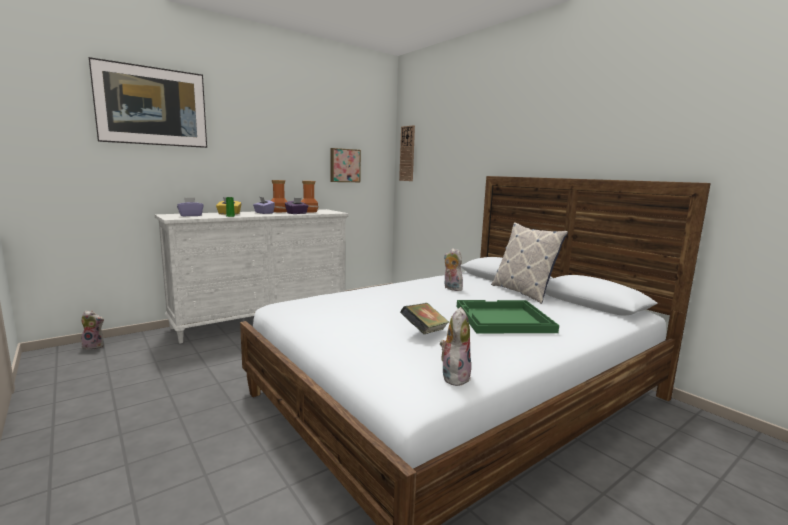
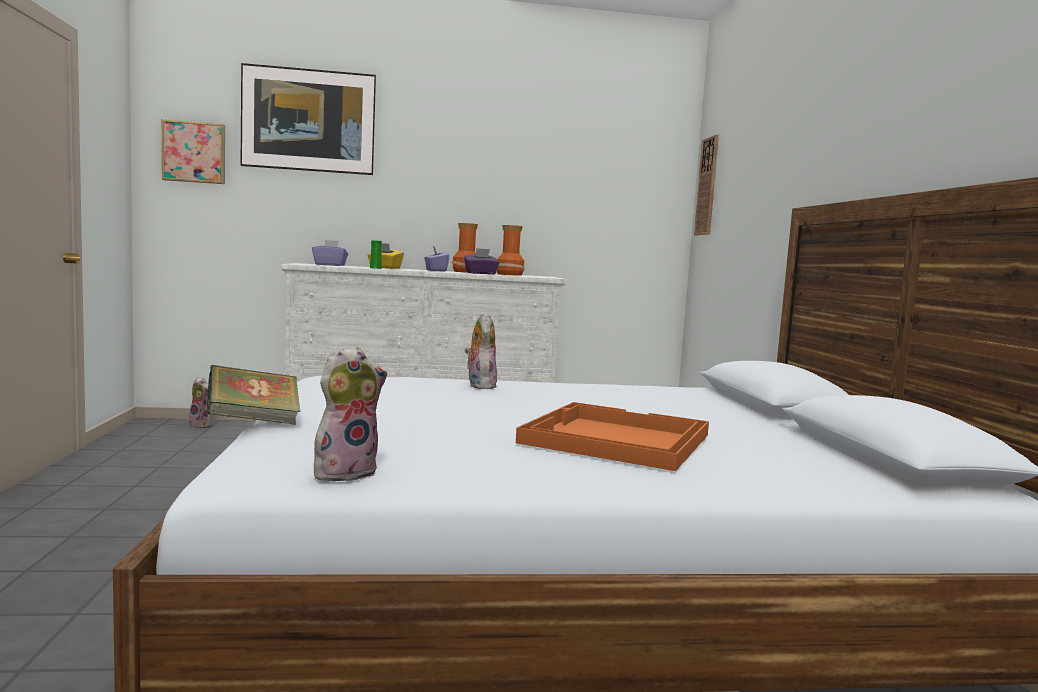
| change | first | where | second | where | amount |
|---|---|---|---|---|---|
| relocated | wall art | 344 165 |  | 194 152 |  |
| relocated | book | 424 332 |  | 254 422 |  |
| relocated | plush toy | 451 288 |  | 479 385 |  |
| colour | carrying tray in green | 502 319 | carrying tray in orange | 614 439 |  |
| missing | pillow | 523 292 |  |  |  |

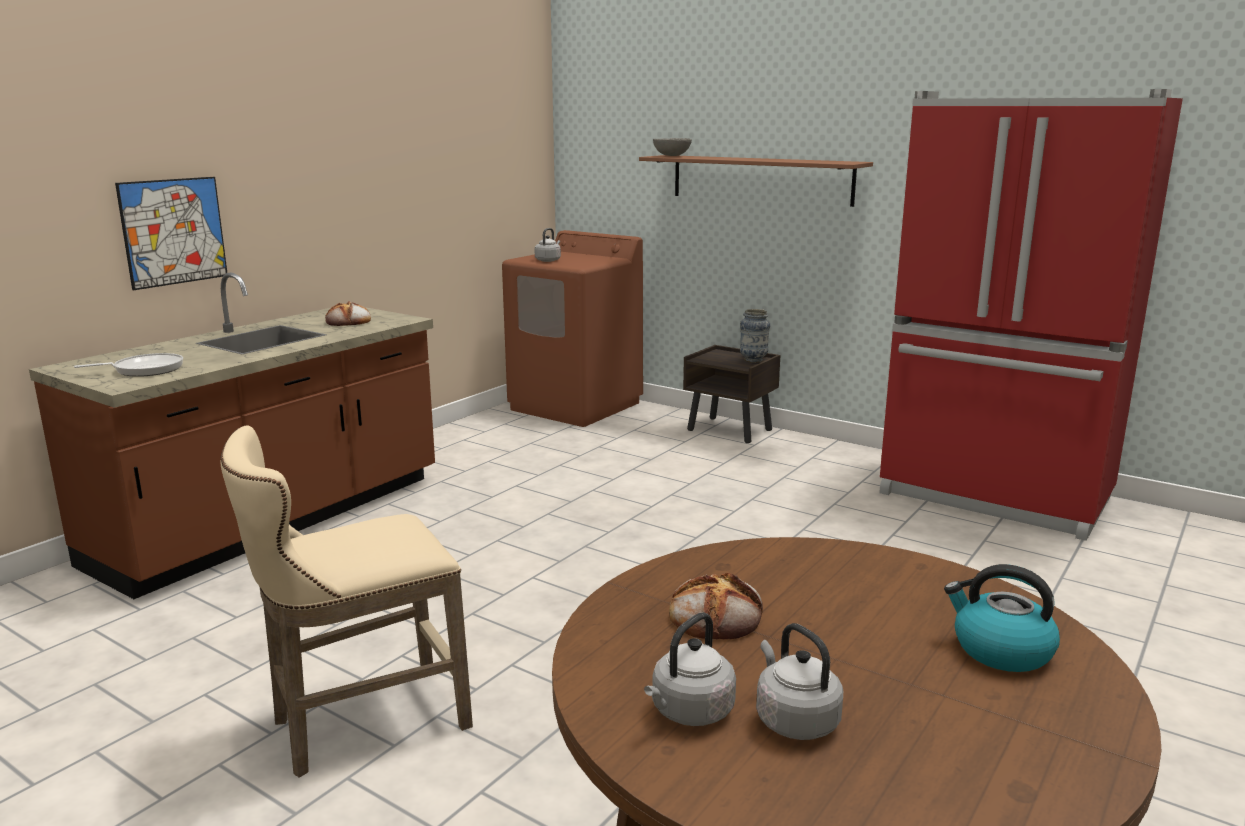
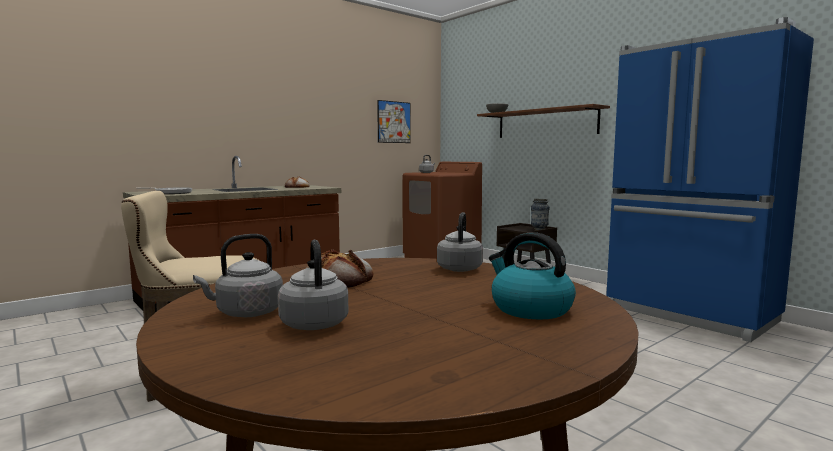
| change | first | where | second | where | amount |
|---|---|---|---|---|---|
| relocated | wall art | 173 231 |  | 394 122 |  |
| colour | fridge in red | 994 497 | fridge in blue-coloured | 689 315 |  |
| appeared |  |  | tea kettle in greyish | 460 268 |  |

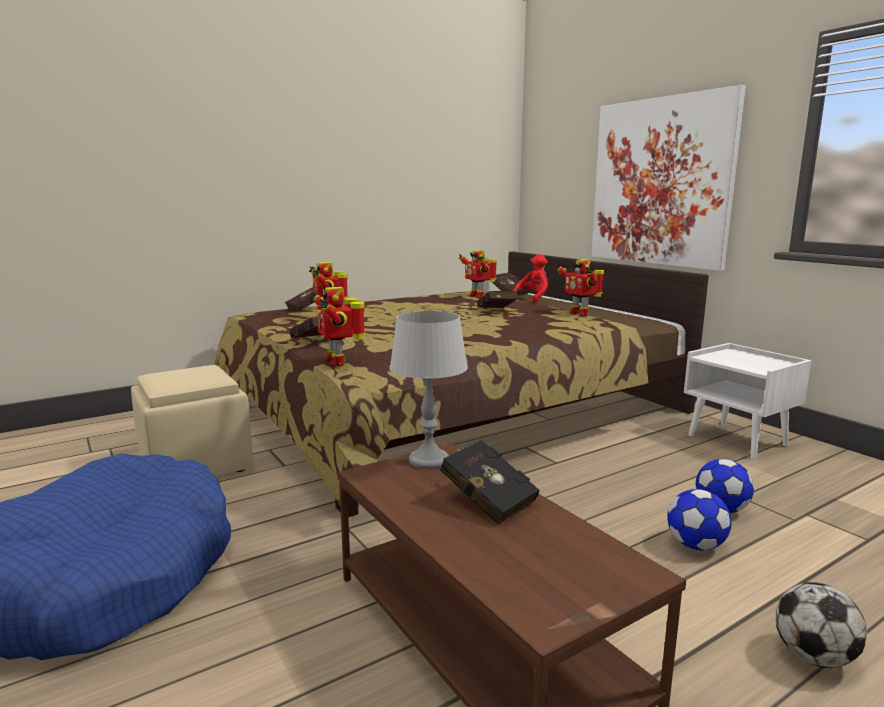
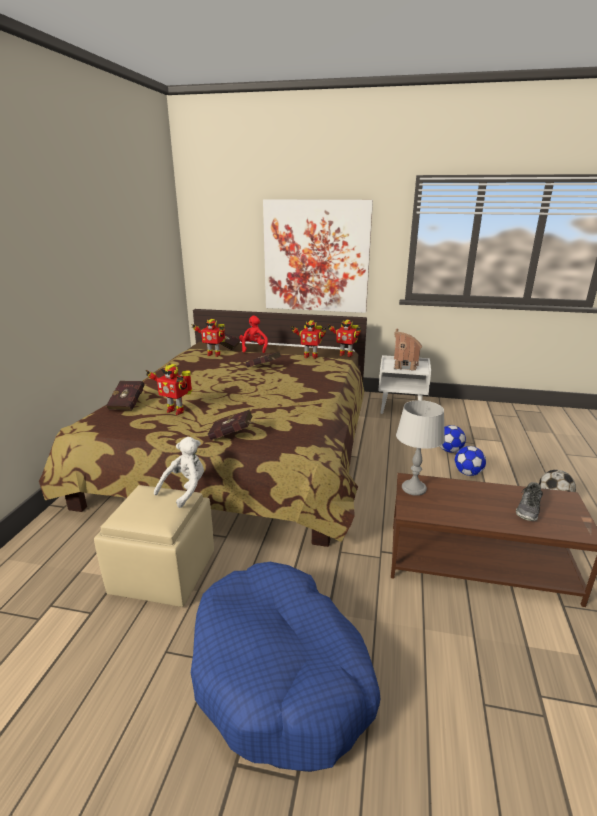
| change | first | where | second | where | amount |
|---|---|---|---|---|---|
| relocated | model robot | 337 362 |  | 345 354 |  |
| missing | book in blackish | 486 499 |  |  |  |
| appeared |  |  | plush toy in whitish | 185 489 |  |
| appeared |  |  | toy house | 405 366 |  |
| appeared |  |  | shoe | 528 509 |  |

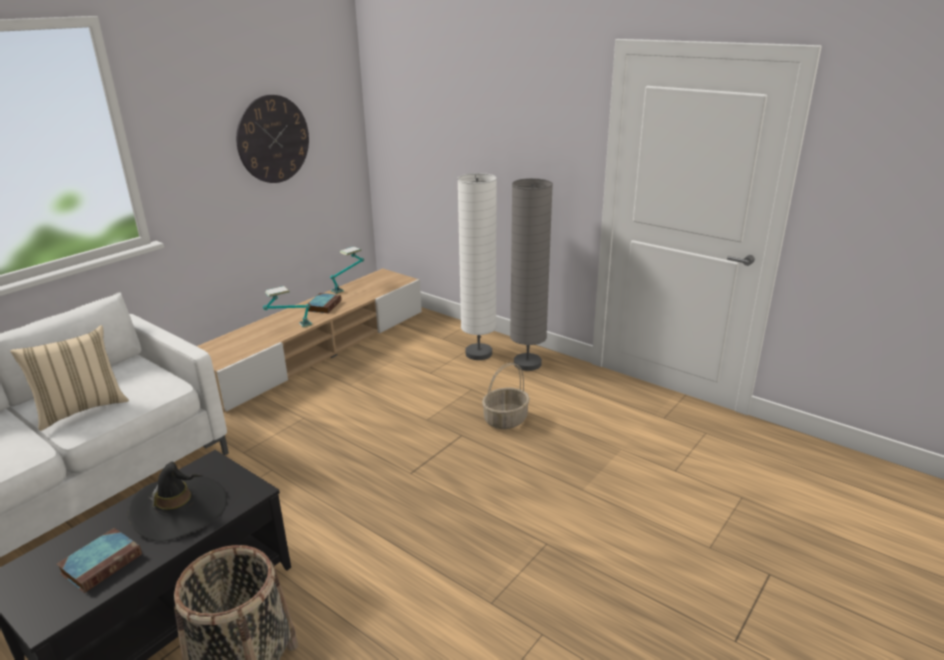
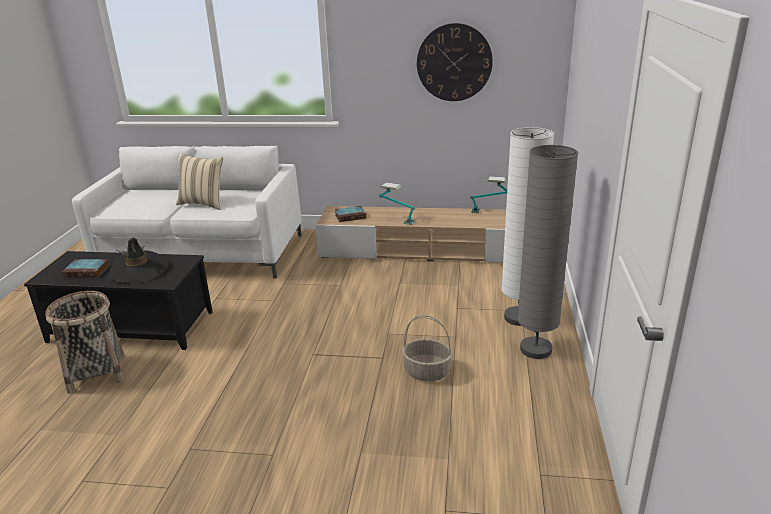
| change | first | where | second | where | amount |
|---|---|---|---|---|---|
| relocated | book | 324 305 |  | 351 216 |  |

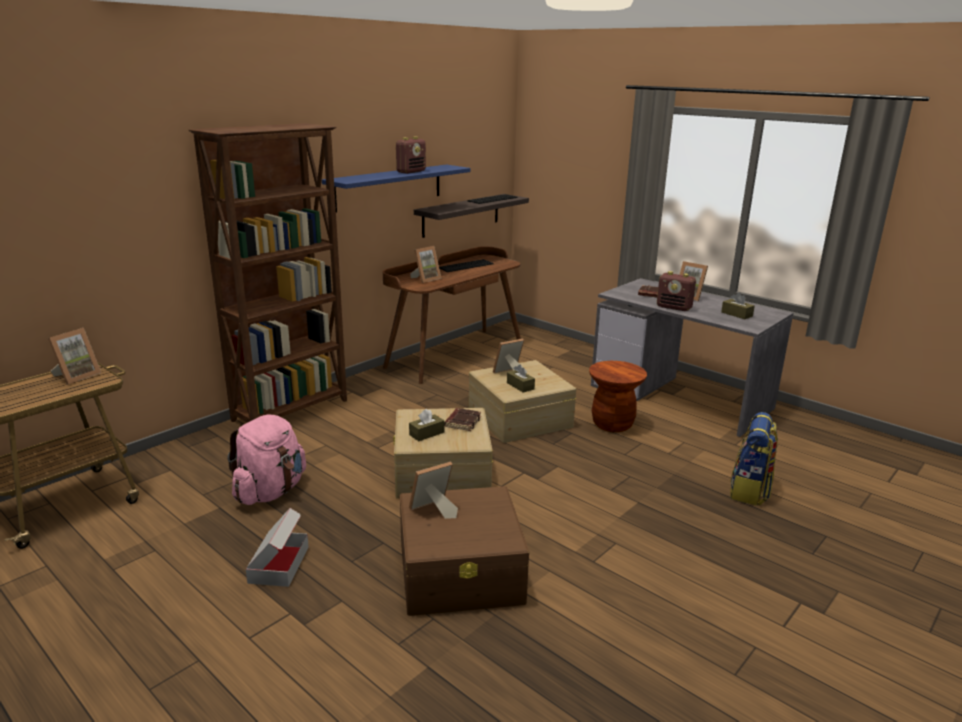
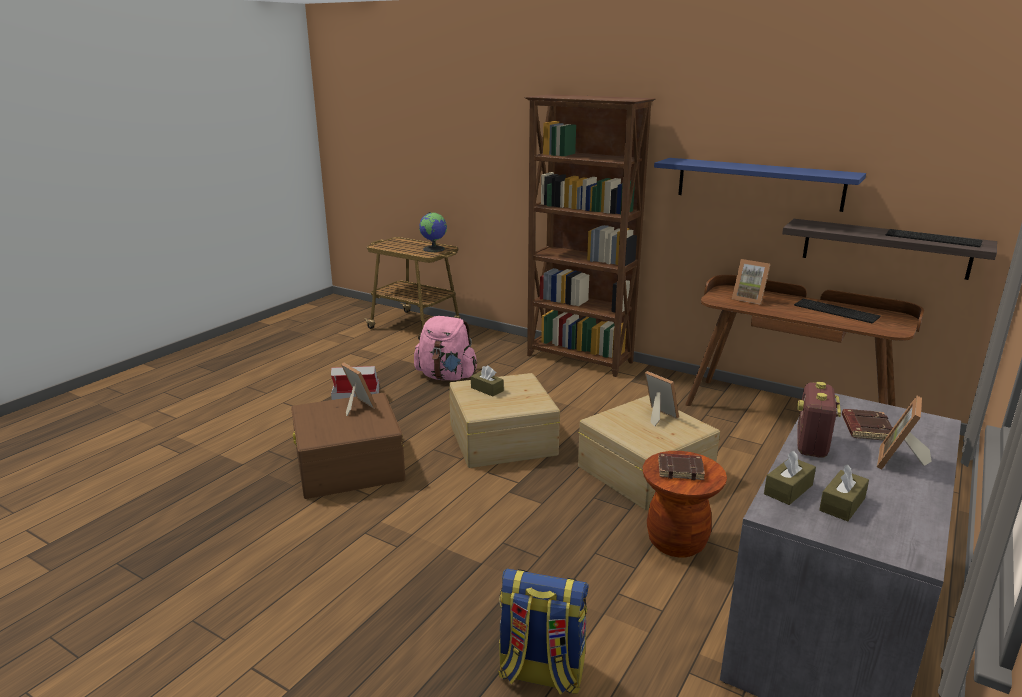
| change | first | where | second | where | amount |
|---|---|---|---|---|---|
| exchanged | photo frame | 76 376 | desk globe | 434 249 |  |
| missing | radio set | 411 172 |  |  |  |
| relocated | book in brown-coloured | 462 422 |  | 680 469 |  |
| relocated | box of tissues in brown-coloured | 520 386 |  | 788 489 |  |

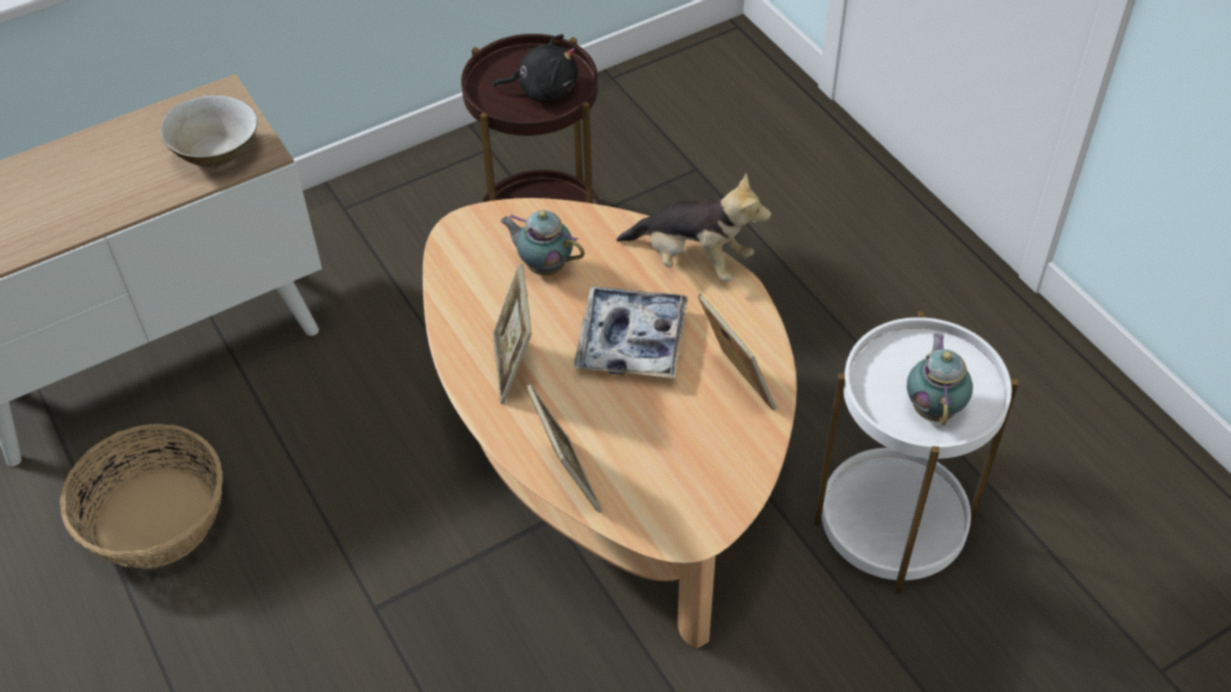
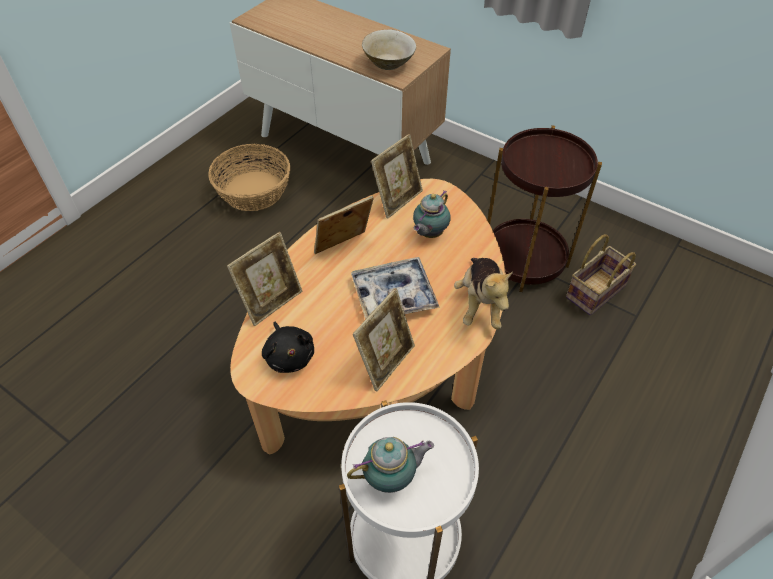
| change | first | where | second | where | amount |
|---|---|---|---|---|---|
| relocated | plush toy in blackish | 543 89 |  | 289 355 |  |
| spun | pot for tea | 544 266 |  | 429 234 | 150 degrees counterclockwise |
| appeared |  |  | photo frame | 397 199 |  |
| appeared |  |  | basket | 595 293 |  |

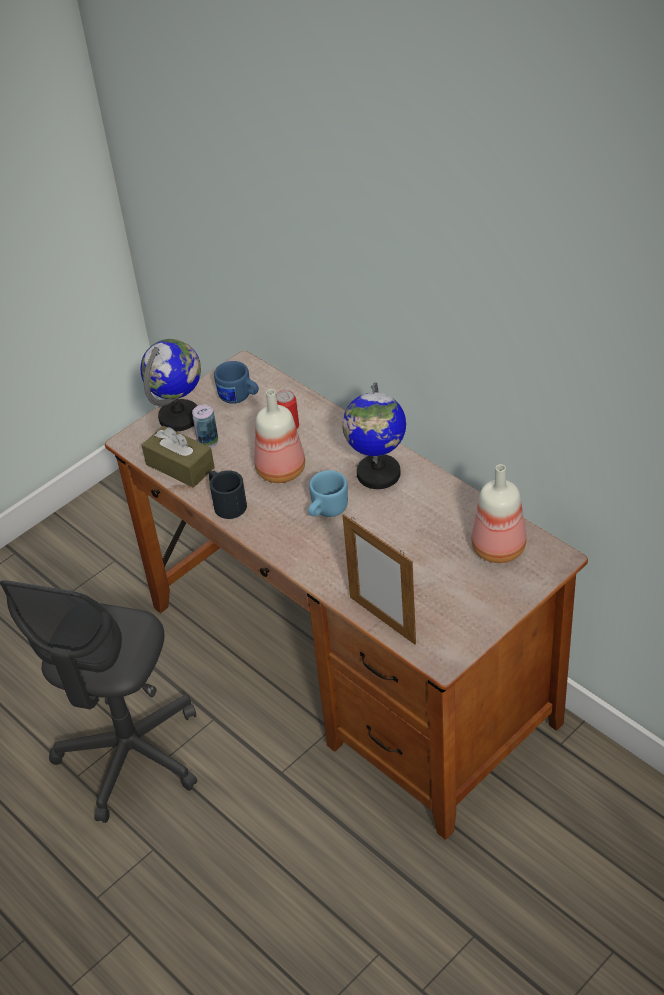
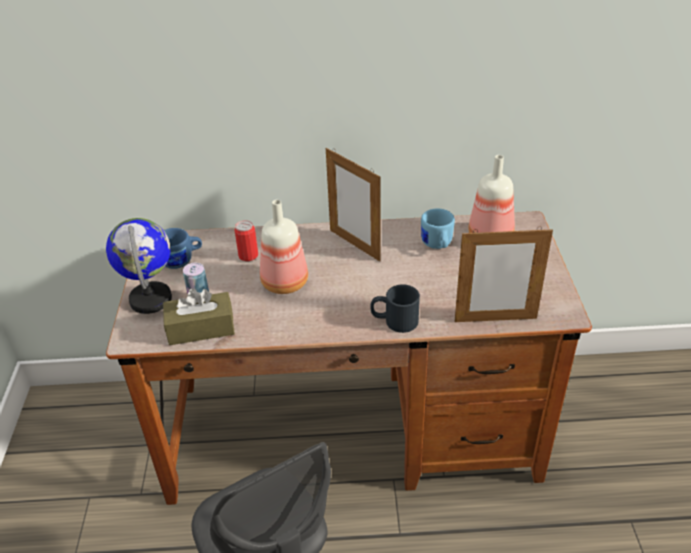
| change | first | where | second | where | amount |
|---|---|---|---|---|---|
| relocated | mug in blackish | 226 503 |  | 394 321 |  |
| relocated | mug in blue-coloured | 326 511 |  | 437 245 |  |
| exchanged | desk globe | 378 474 | photo frame | 354 245 |  |

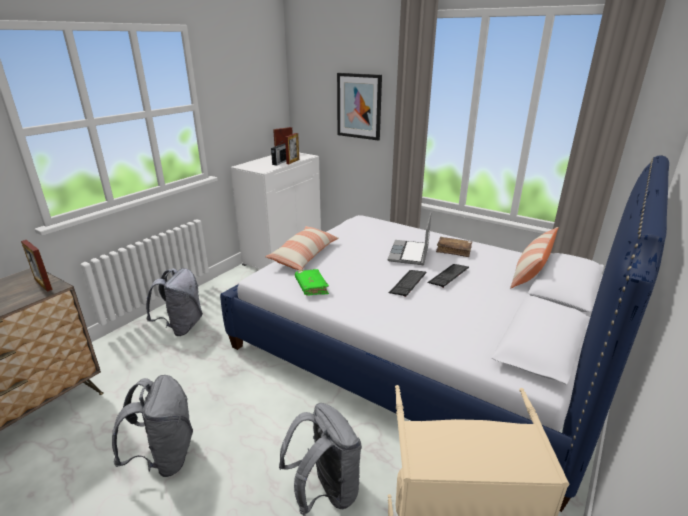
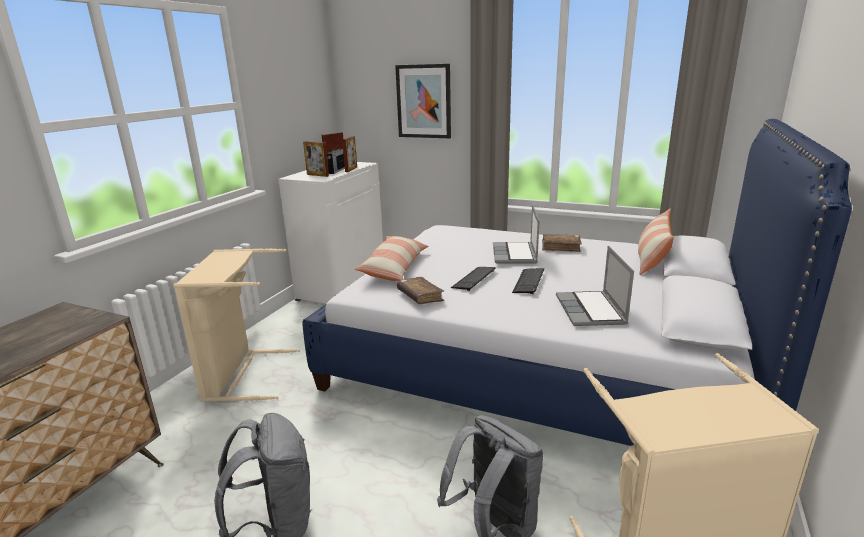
| change | first | where | second | where | amount |
|---|---|---|---|---|---|
| relocated | photo frame | 43 284 |  | 317 175 |  |
| exchanged | backpack in greyish | 181 326 | hamper in beige | 242 375 |  |
| colour | book in green | 311 287 | book in brown-coloured | 420 296 |  |
| relocated | computer keyboard | 448 276 |  | 474 279 |  |
| appeared |  |  | notebook computer | 591 310 |  |

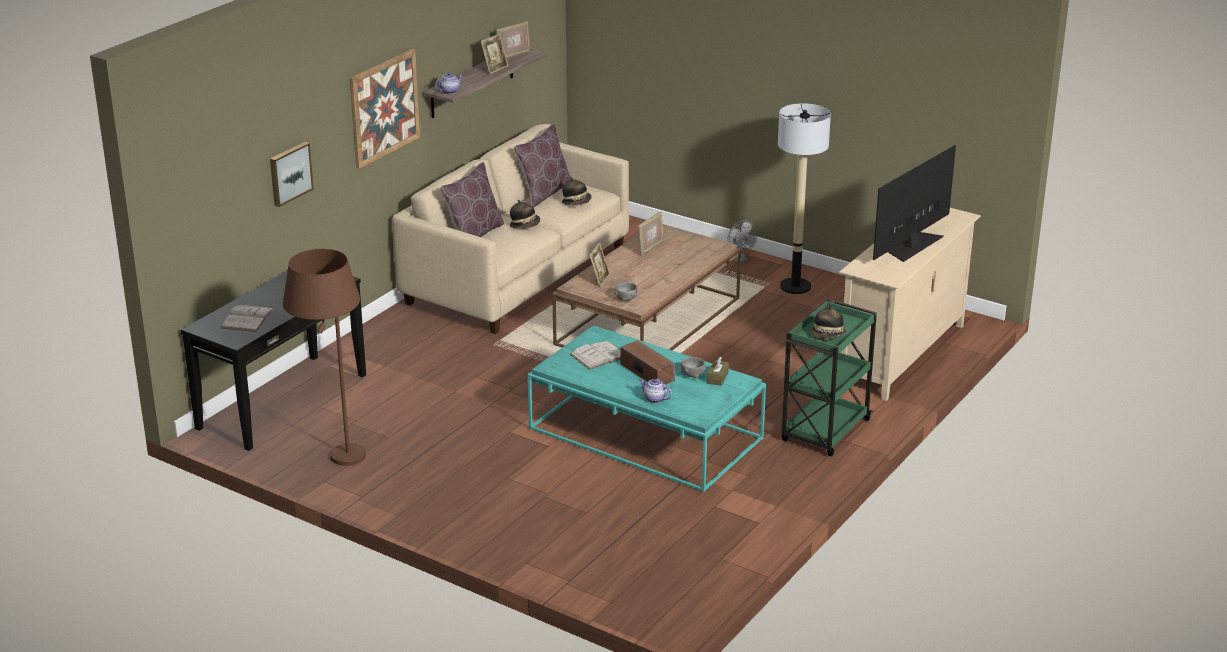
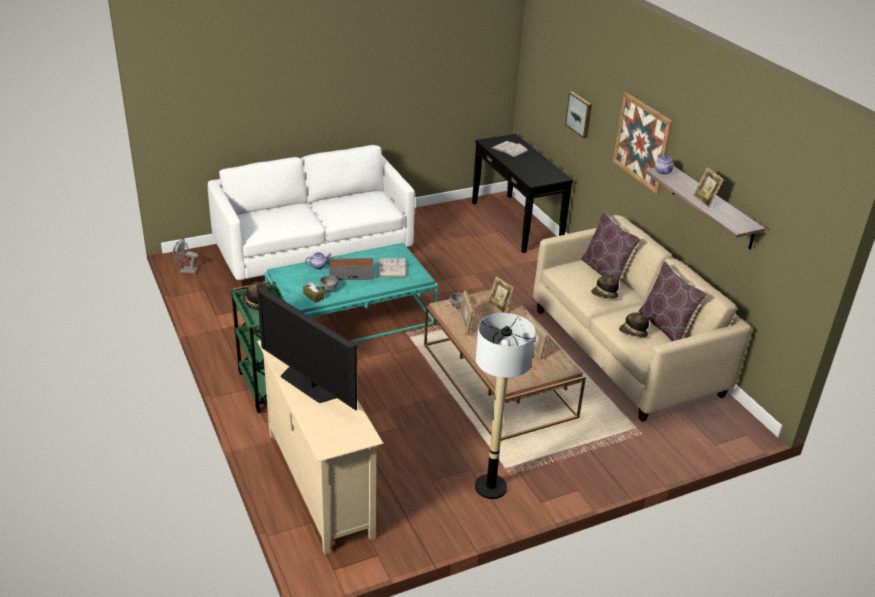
| change | first | where | second | where | amount |
|---|---|---|---|---|---|
| missing | standard lamp in brown-coloured | 336 465 |  |  |  |
| relocated | photo frame | 513 56 |  | 465 324 |  |
| relocated | electric fan in greyish | 739 259 |  | 185 271 |  |
| spun | TV set | 913 245 |  | 309 384 | 150 degrees clockwise |
| appeared |  |  | sofa in whitish | 314 251 |  |

